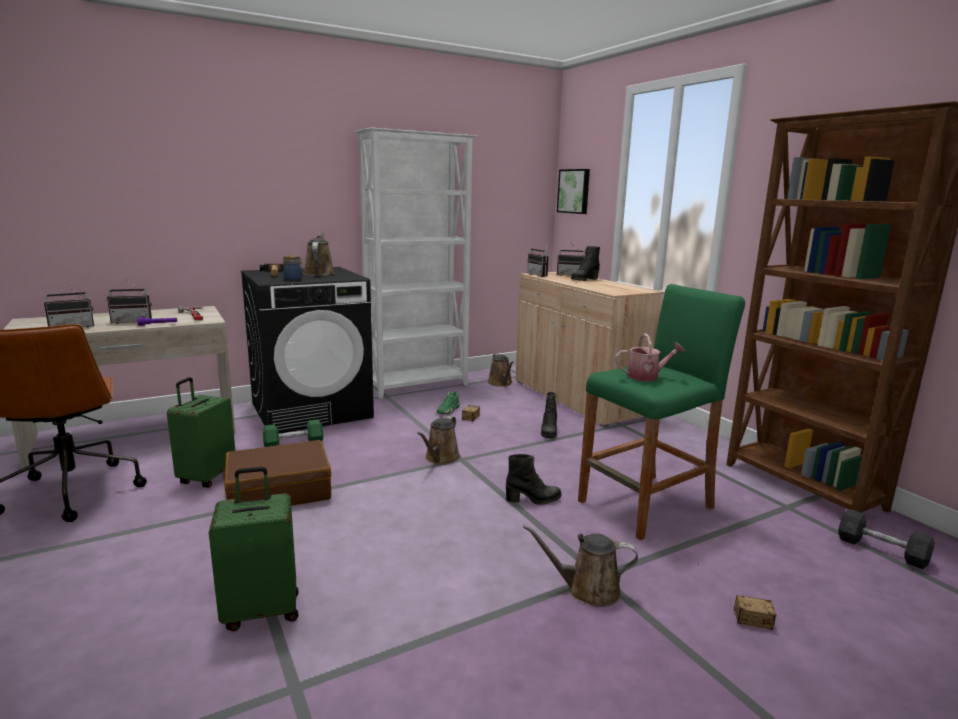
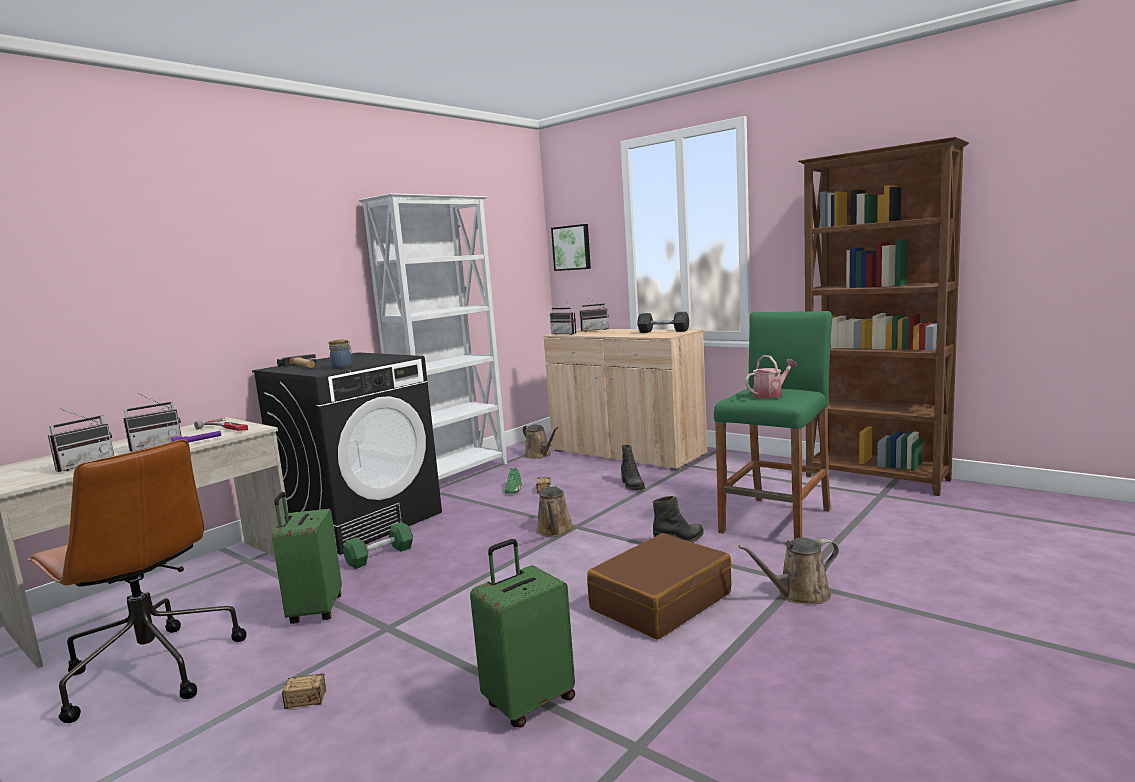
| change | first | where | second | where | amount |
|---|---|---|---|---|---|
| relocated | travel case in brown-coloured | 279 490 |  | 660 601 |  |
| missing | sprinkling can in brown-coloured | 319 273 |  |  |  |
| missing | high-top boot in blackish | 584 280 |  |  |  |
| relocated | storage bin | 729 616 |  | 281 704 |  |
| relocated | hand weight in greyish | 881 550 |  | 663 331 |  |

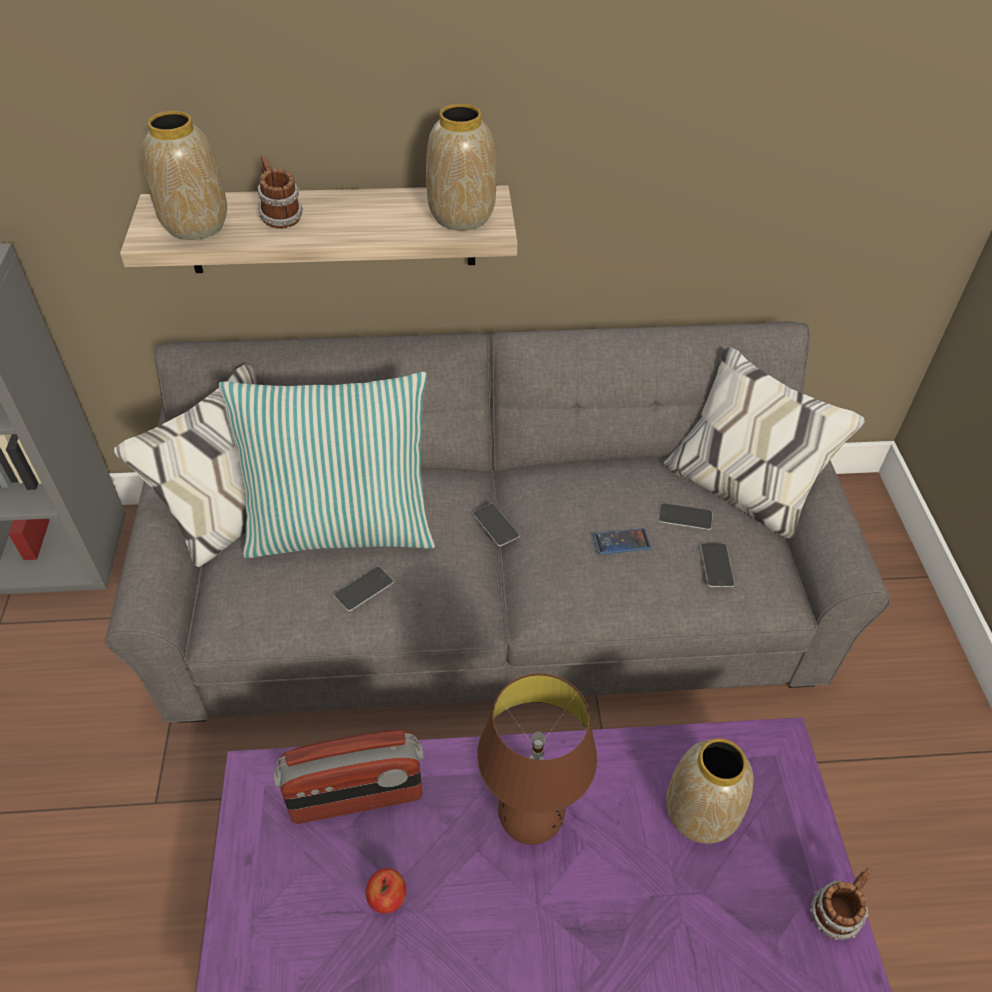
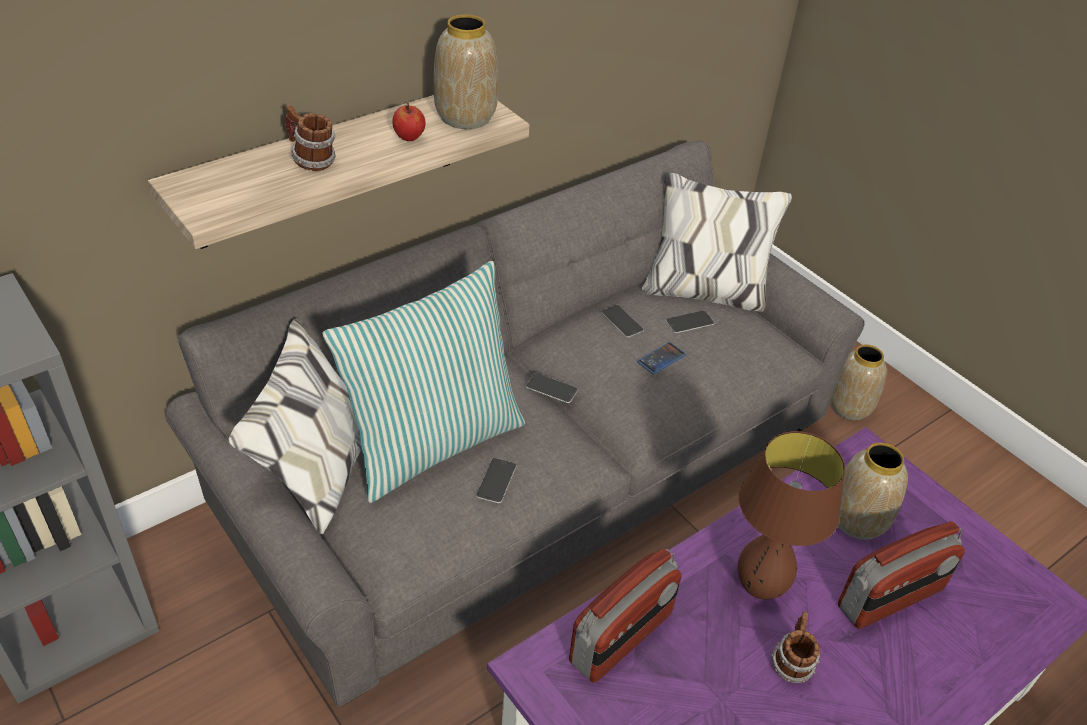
| change | first | where | second | where | amount |
|---|---|---|---|---|---|
| relocated | decorative vase | 195 226 |  | 849 407 |  |
| relocated | whole apple | 387 898 |  | 409 137 |  |
| relocated | telephone | 717 565 |  | 622 321 |  |
| relocated | mug | 834 913 |  | 791 663 |  |
| appeared |  |  | radio set | 890 599 |  |

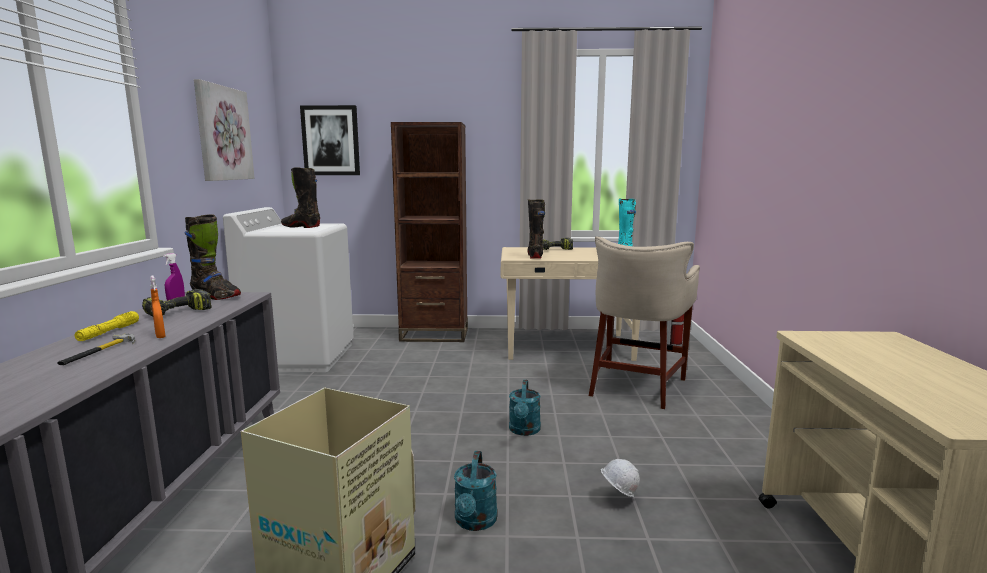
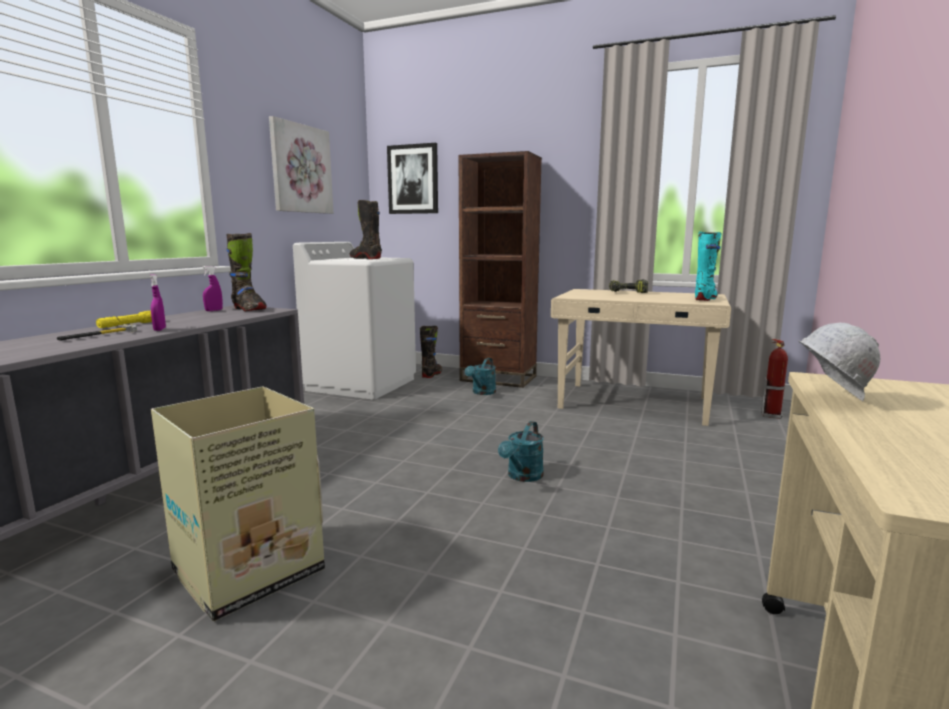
| change | first | where | second | where | amount |
|---|---|---|---|---|---|
| missing | drill | 178 313 |  |  |  |
| colour | hand sprayer in orange | 160 336 | hand sprayer in purple-coloured | 159 329 |  |
| relocated | sprinkling can in blue-green | 475 522 |  | 482 393 |  |
| relocated | high-top boot in blackish | 535 256 |  | 432 374 |  |
| missing | stool seat in beige | 636 386 |  |  |  |
| relocated | safety helmet in whitish | 617 499 |  | 829 399 |  |

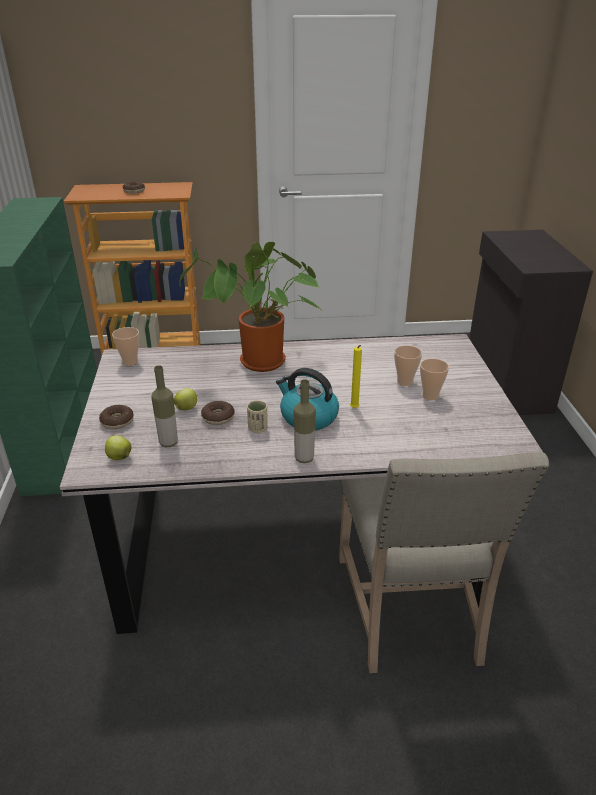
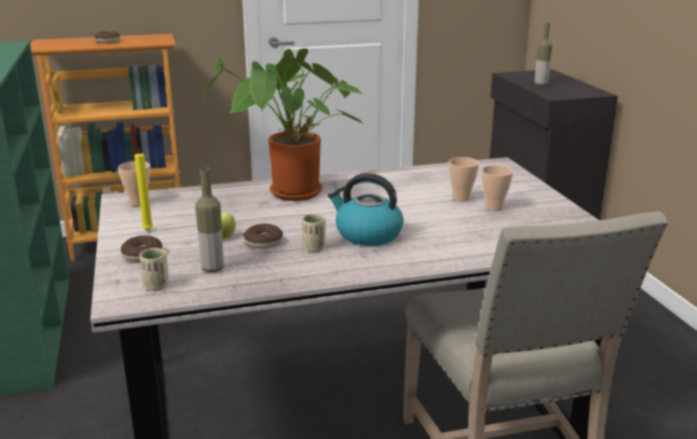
| change | first | where | second | where | amount |
|---|---|---|---|---|---|
| exchanged | whole apple | 119 457 | small cup in beige | 156 286 |  |
| relocated | beverage bottle | 304 458 |  | 540 84 |  |
| relocated | wax light in yellow-coloured | 354 409 |  | 148 231 |  |

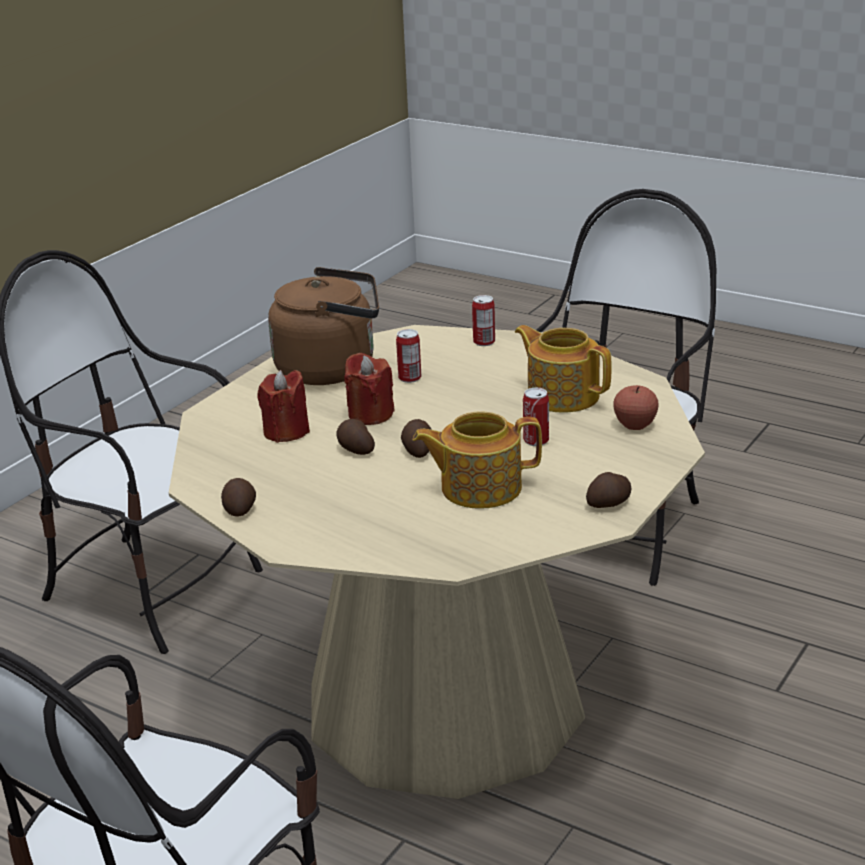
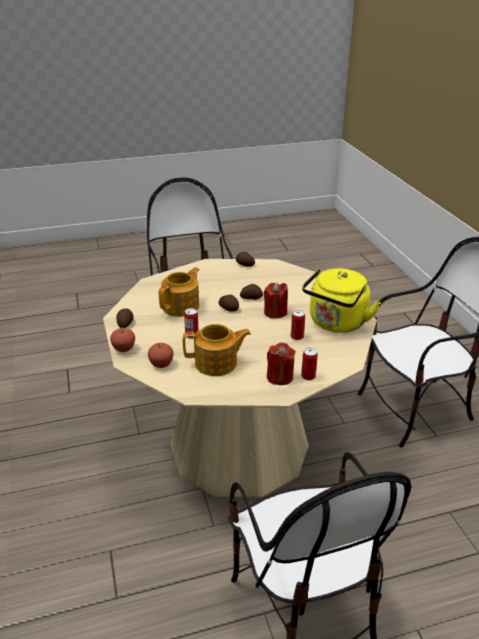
| change | first | where | second | where | amount |
|---|---|---|---|---|---|
| relocated | wax light in red | 286 432 |  | 280 377 |  |
| colour | tea kettle in brown-coloured | 332 369 | tea kettle in yellow-coloured | 336 323 |  |
| appeared |  |  | whole apple | 124 349 |  |

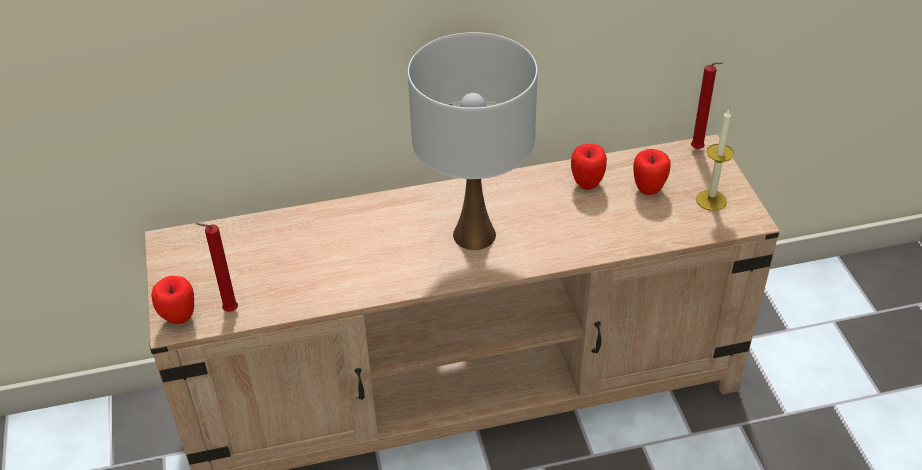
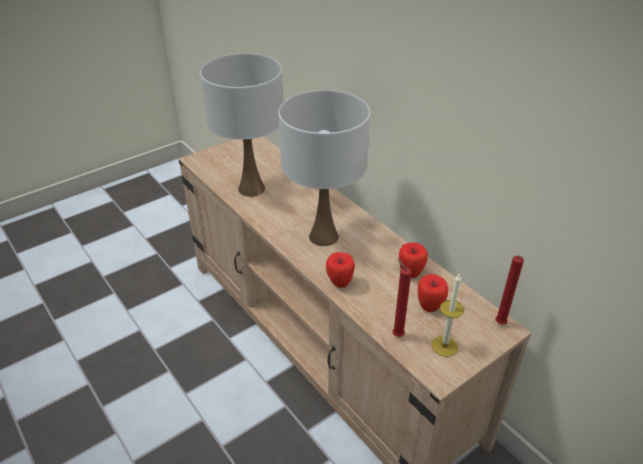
| change | first | where | second | where | amount |
|---|---|---|---|---|---|
| relocated | whole apple | 179 318 |  | 339 283 |  |
| relocated | wax light in red | 228 311 |  | 396 334 |  |
| appeared |  |  | tabletop lamp in whitish | 252 188 |  |

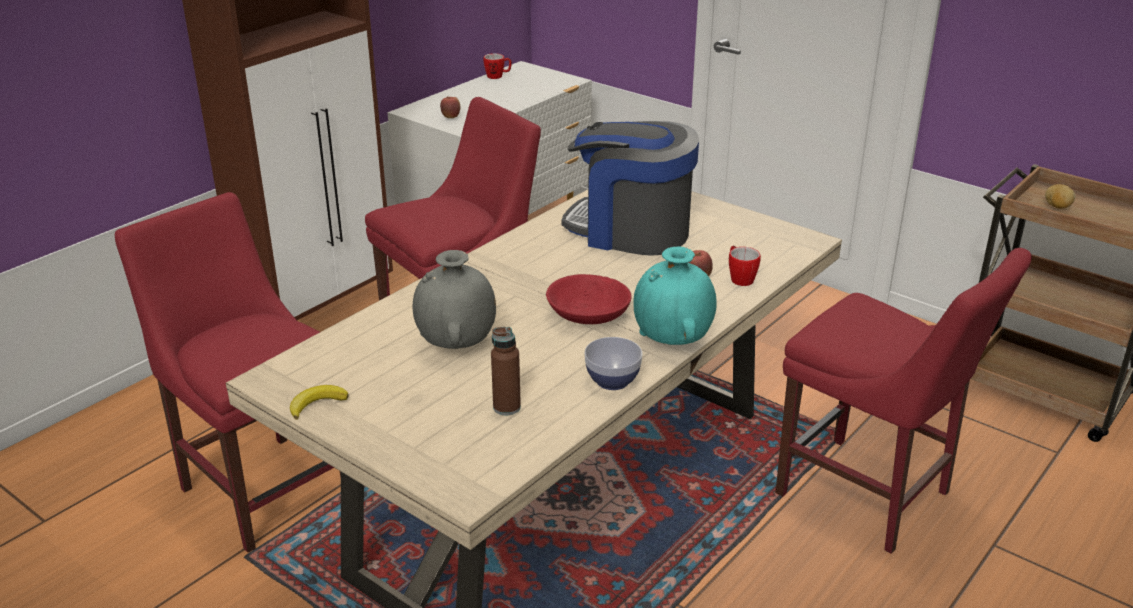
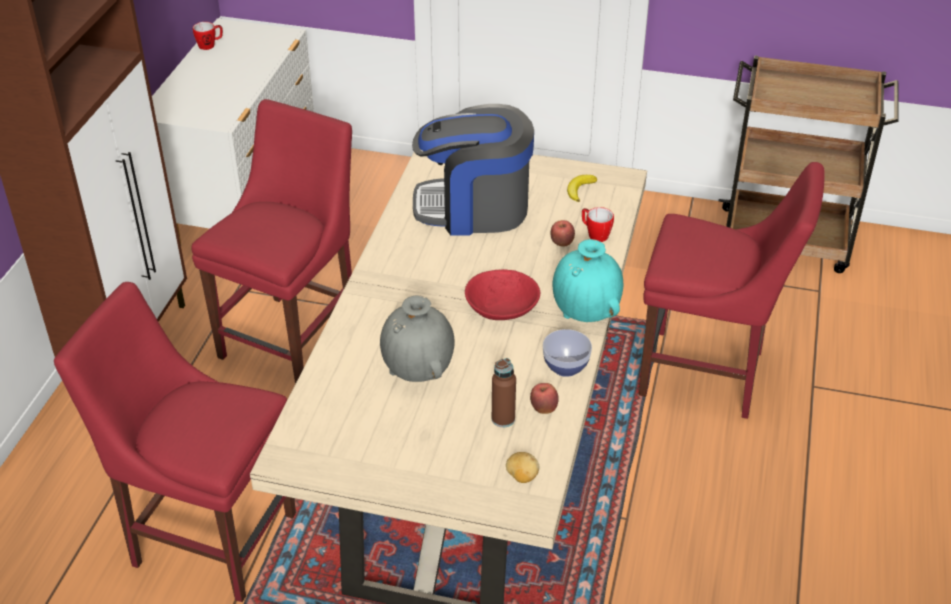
| change | first | where | second | where | amount |
|---|---|---|---|---|---|
| relocated | whole banana | 317 404 |  | 579 189 |  |
| relocated | whole apple | 451 117 |  | 543 408 |  |
| relocated | whole potato | 1057 207 |  | 522 476 |  |

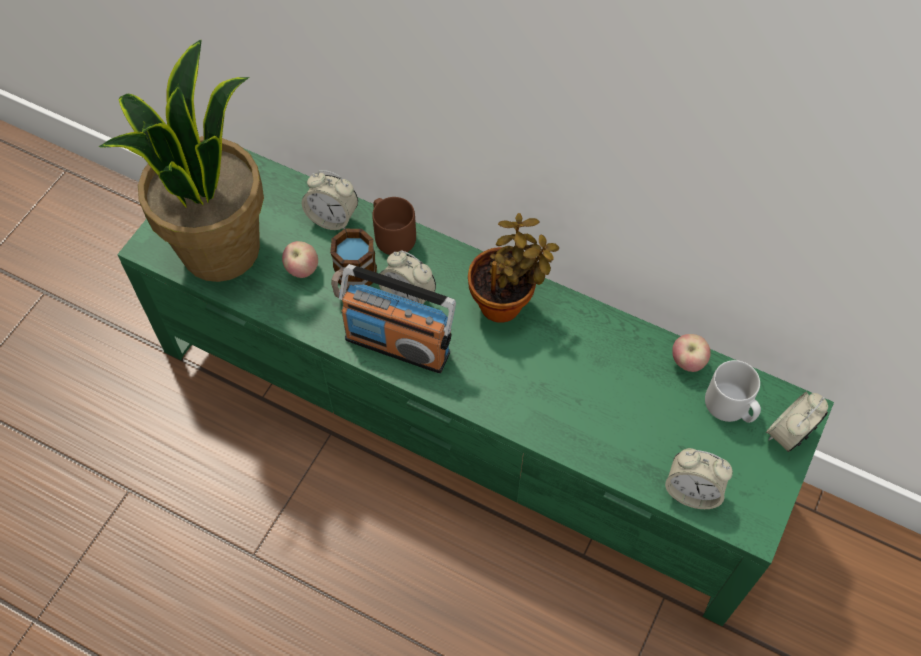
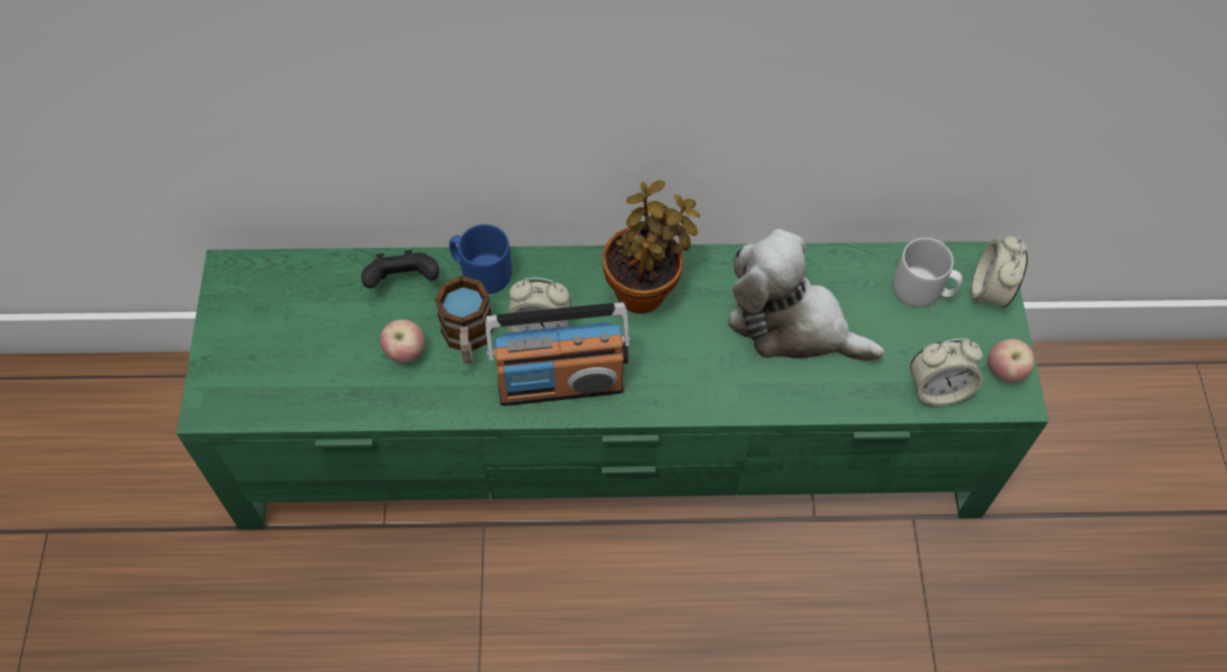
| change | first | where | second | where | amount |
|---|---|---|---|---|---|
| missing | potted plant | 220 248 |  |  |  |
| exchanged | bedside clock | 332 218 | gamepad in blackish | 403 282 |  |
| colour | mug in brown-coloured | 392 235 | mug in blue-coloured | 481 272 |  |
| relocated | whole apple | 687 362 |  | 1004 371 |  |
| appeared |  |  | plush toy | 792 324 |  |

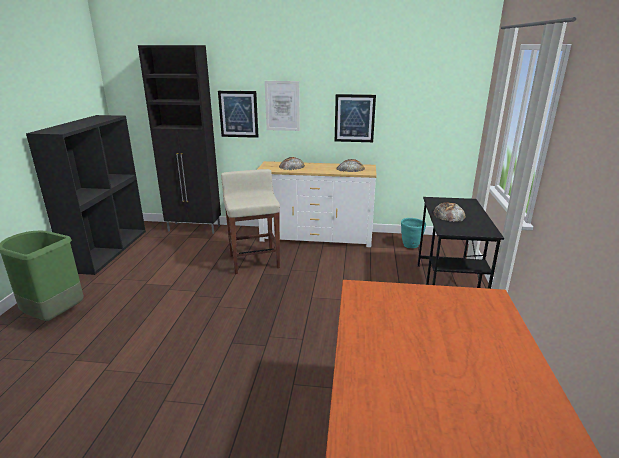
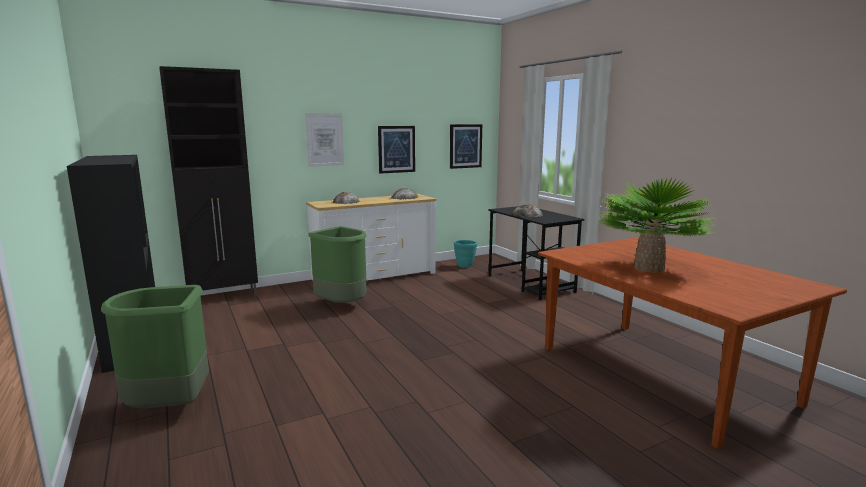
| change | first | where | second | where | amount |
|---|---|---|---|---|---|
| relocated | wall art | 238 114 |  | 465 146 |  |
| exchanged | stool seat in beige | 254 261 | trash can in green | 342 305 |  |
| appeared |  |  | potted plant | 649 268 |  |

